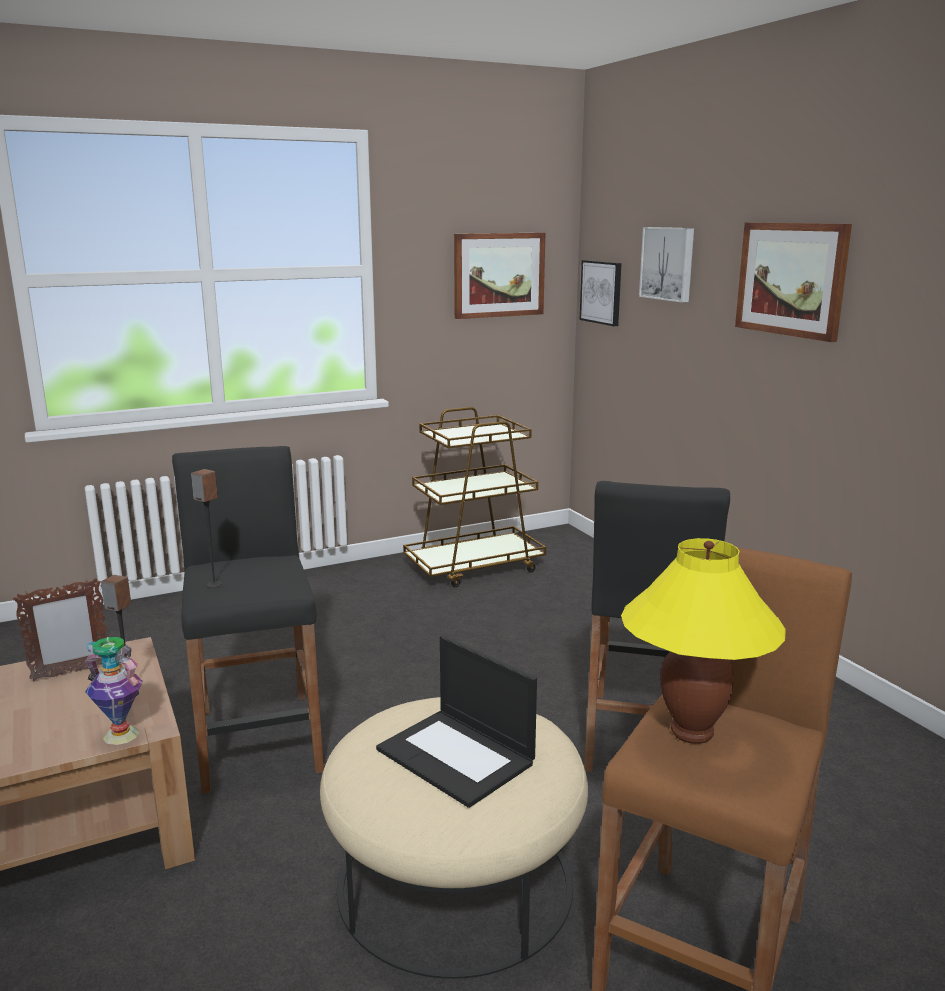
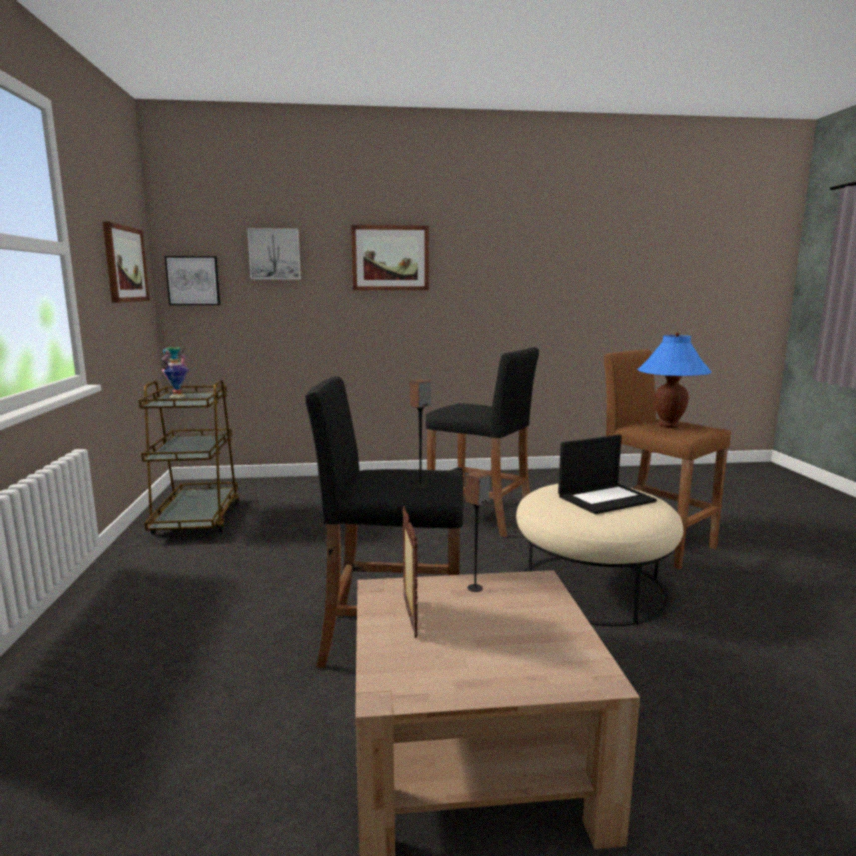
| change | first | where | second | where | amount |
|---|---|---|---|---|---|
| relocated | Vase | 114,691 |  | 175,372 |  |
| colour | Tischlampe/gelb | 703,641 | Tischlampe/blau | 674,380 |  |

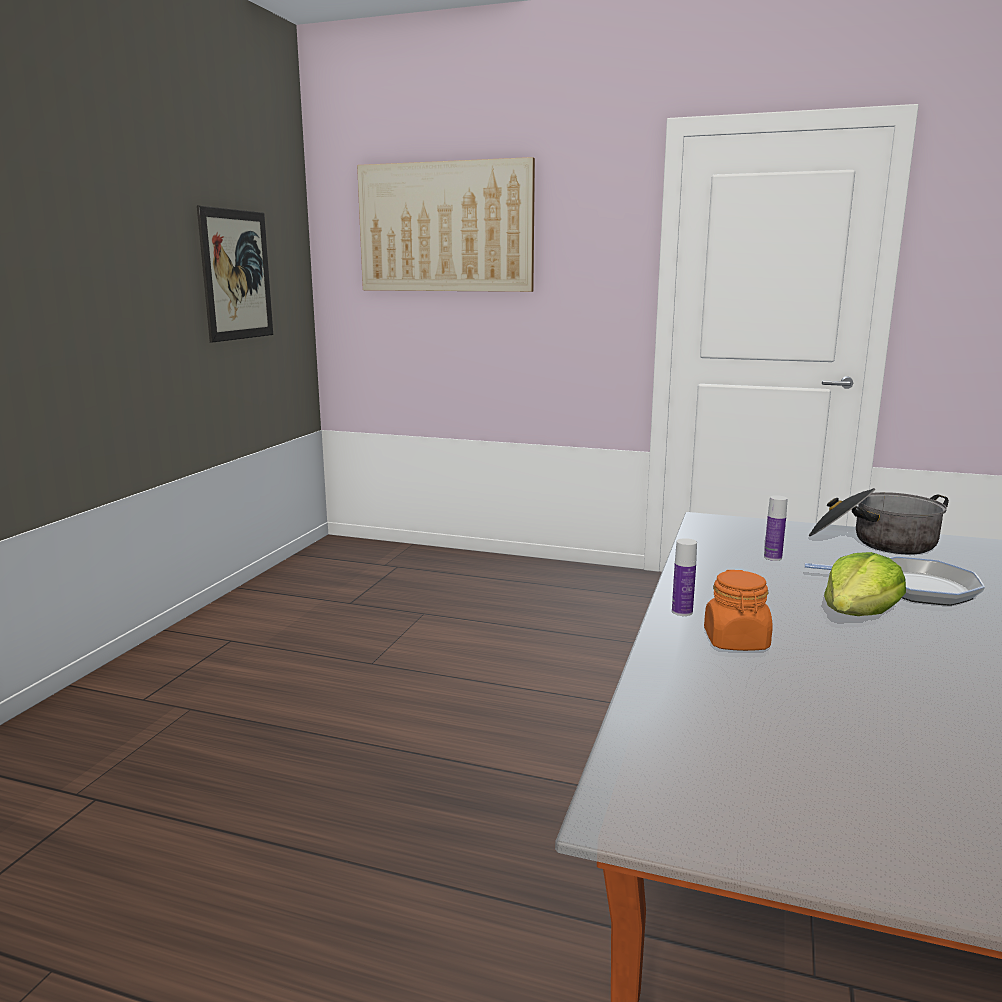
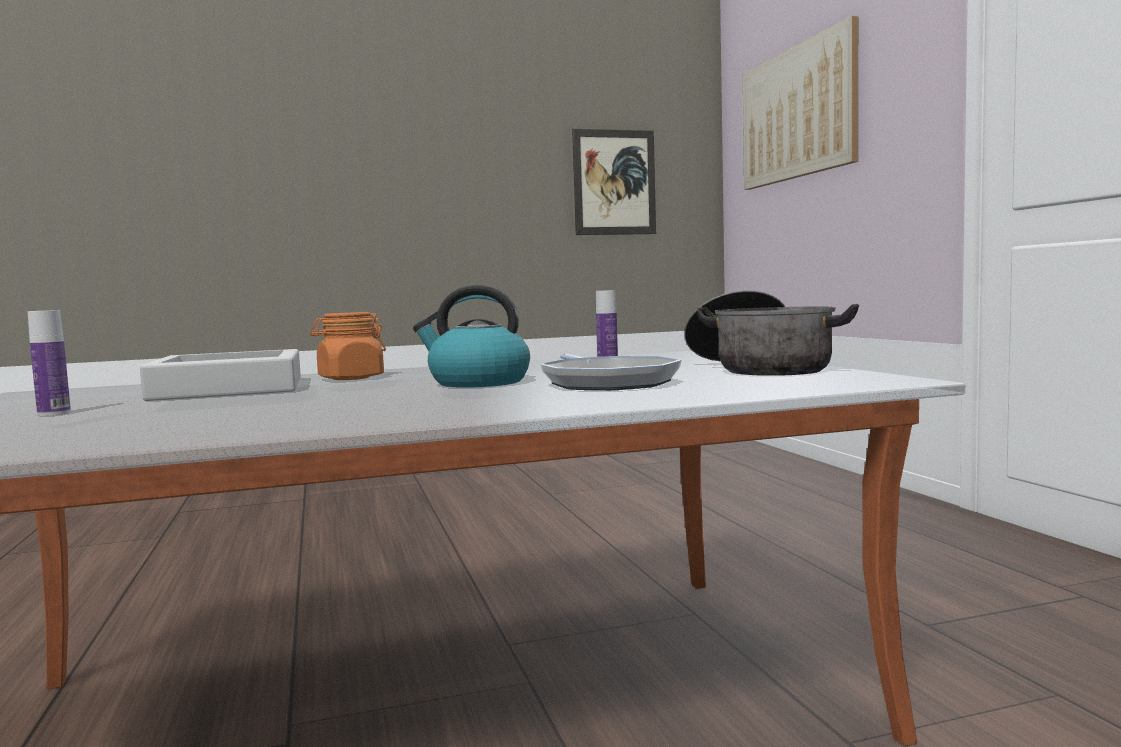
| change | first | where | second | where | amount |
|---|---|---|---|---|---|
| relocated | Flasche | 684,577 |  | 49,363 |  |
| appeared |  |  | Tablett/grau | 220,375 |  |
| exchanged | Salatkopf | 865,584 | Wasserkessel | 471,336 |  |

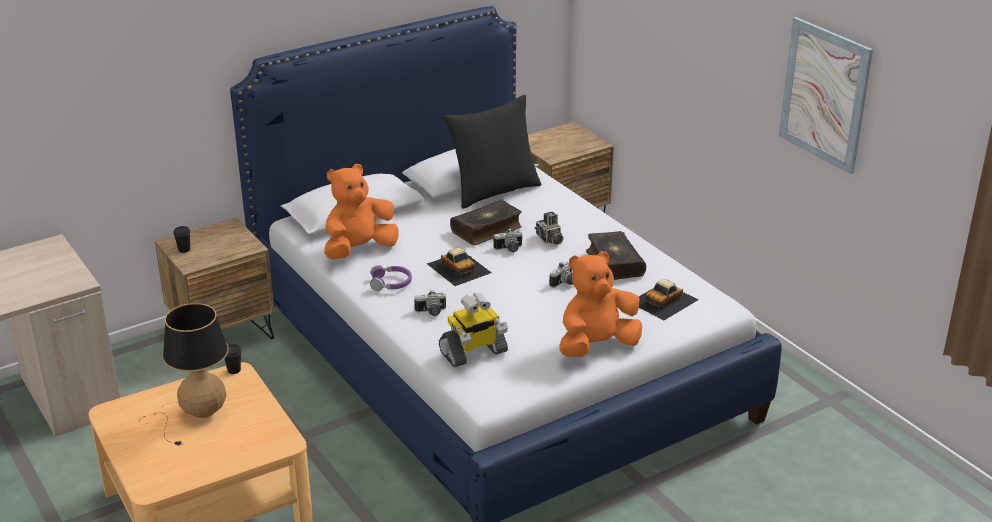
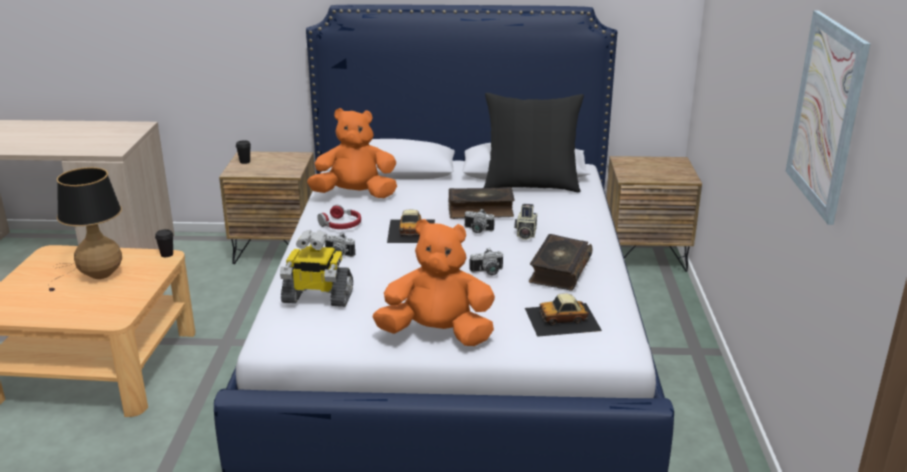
| change | first | where | second | where | amount |
|---|---|---|---|---|---|
| colour | Kopfhörer/lila | 391,278 | Kopfhörer/rot | 339,217 |  |

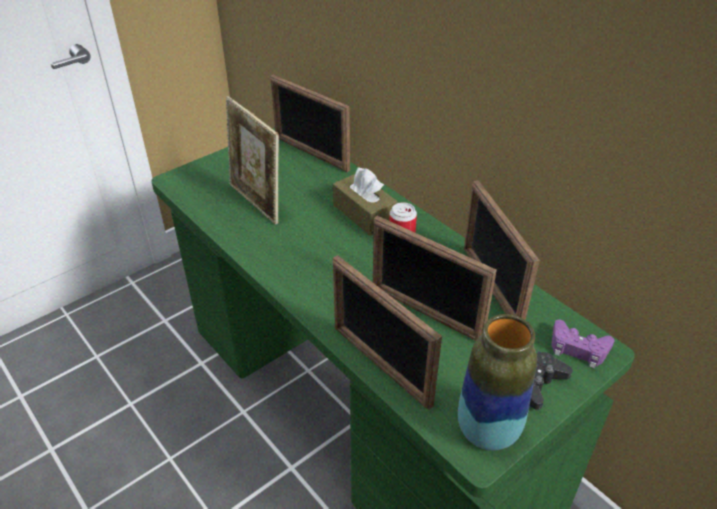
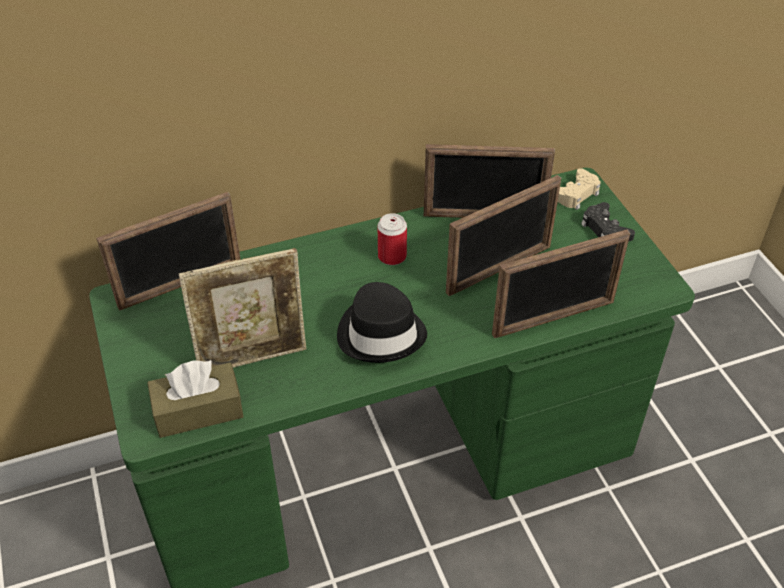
| change | first | where | second | where | amount |
|---|---|---|---|---|---|
| relocated | Taschentuchbox/braun | 365,202 |  | 195,399 |  |
| appeared |  |  | Hut/schwarz | 382,322 |  |
| colour | Gamepad/lila | 582,344 | Gamepad/beige | 579,189 |  |
| missing | Vase | 497,382 |  |  |  |

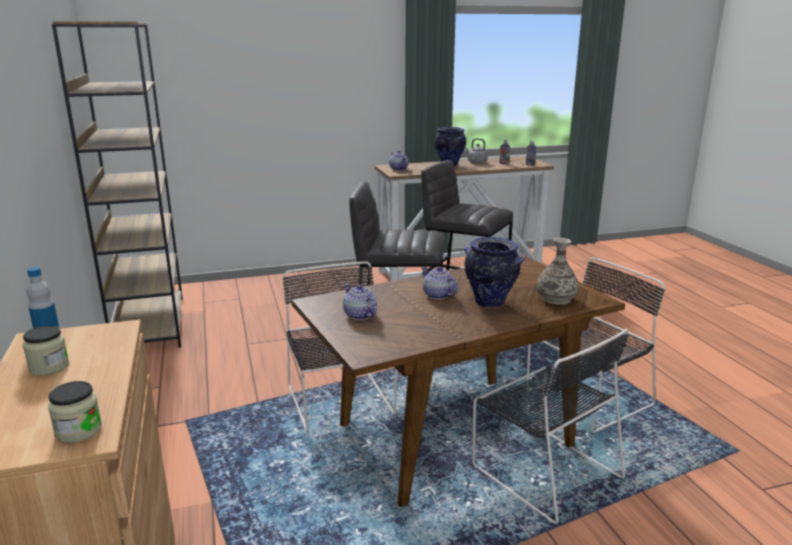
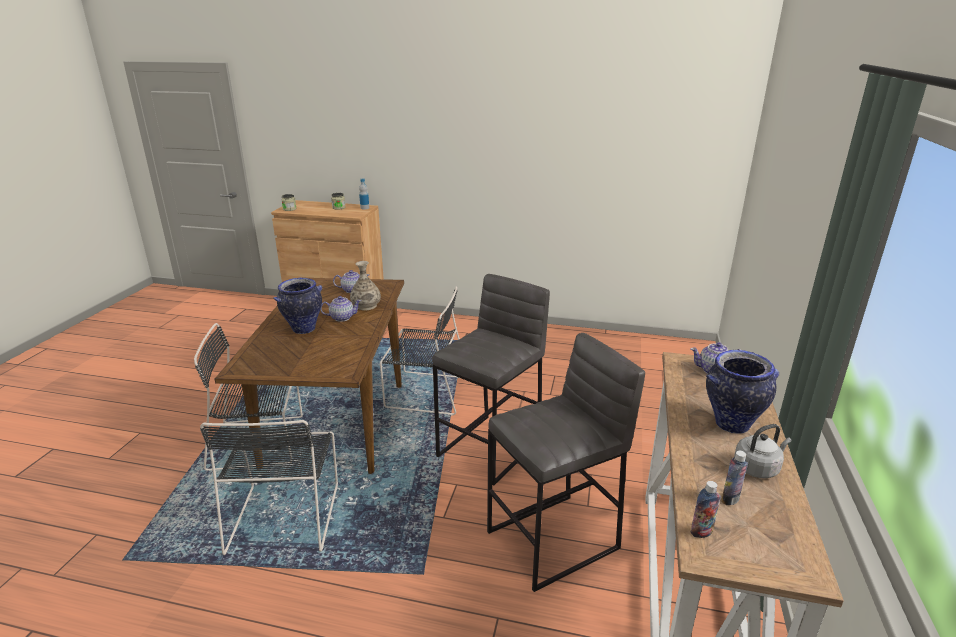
| change | first | where | second | where | amount |
|---|---|---|---|---|---|
| relocated | Vase | 557,271 |  | 365,286 |  |
| missing | Bücherregal/braun | 117,184 |  |  |  |

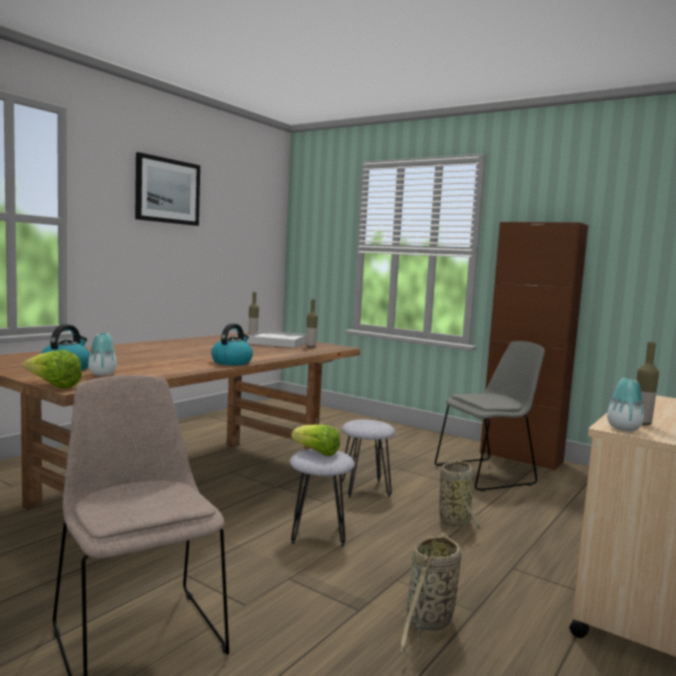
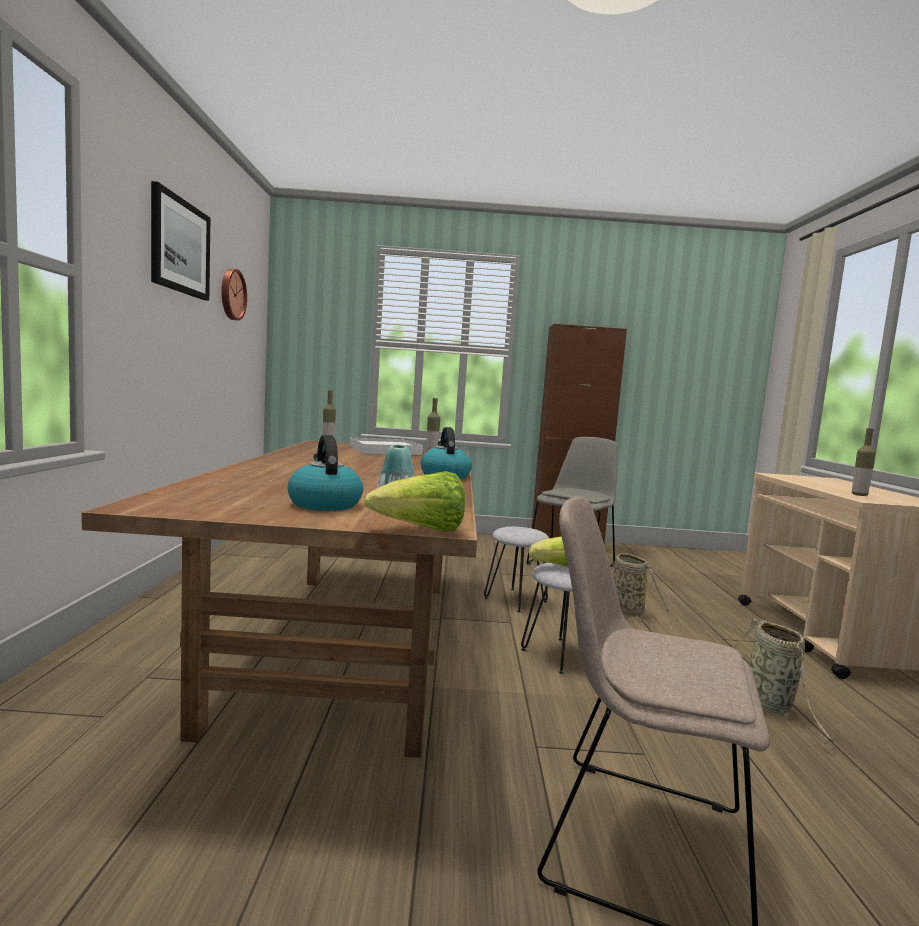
| change | first | where | second | where | amount |
|---|---|---|---|---|---|
| appeared |  |  | Wanduhr | 234,294 |  |
| missing | Vase | 625,404 |  |  |  |

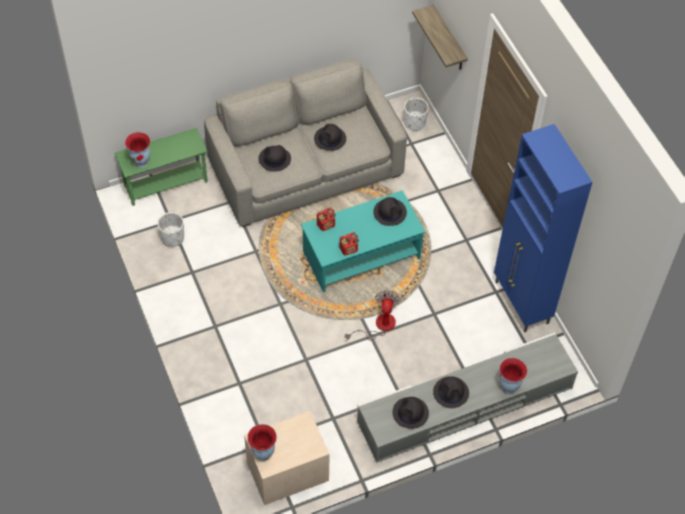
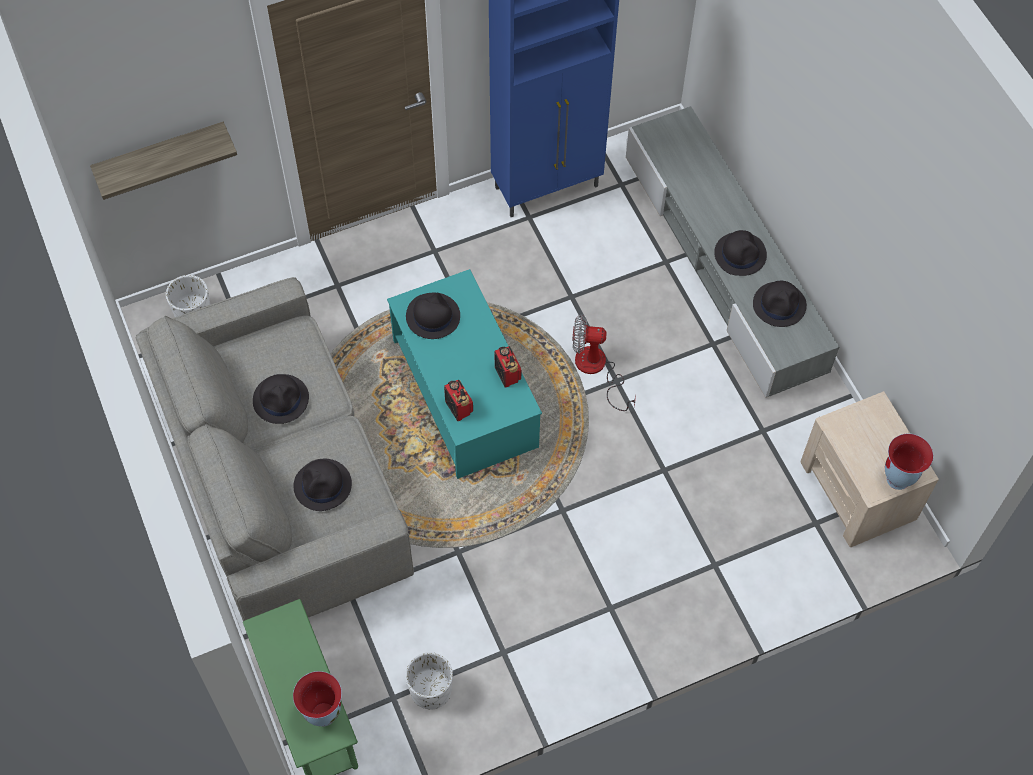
| change | first | where | second | where | amount |
|---|---|---|---|---|---|
| missing | Vase | 513,376 |  |  |  |

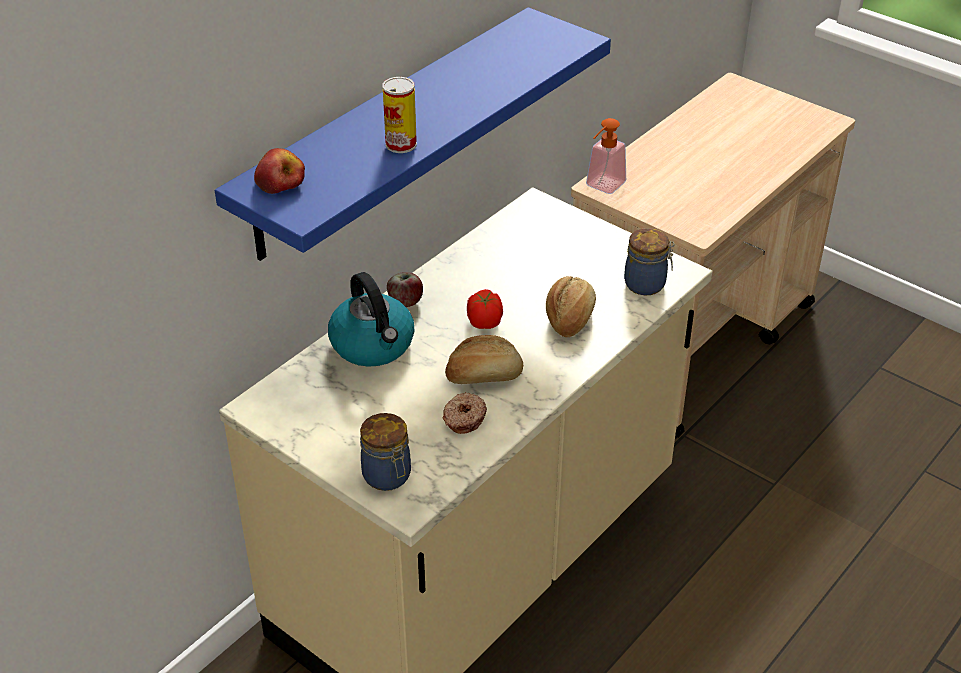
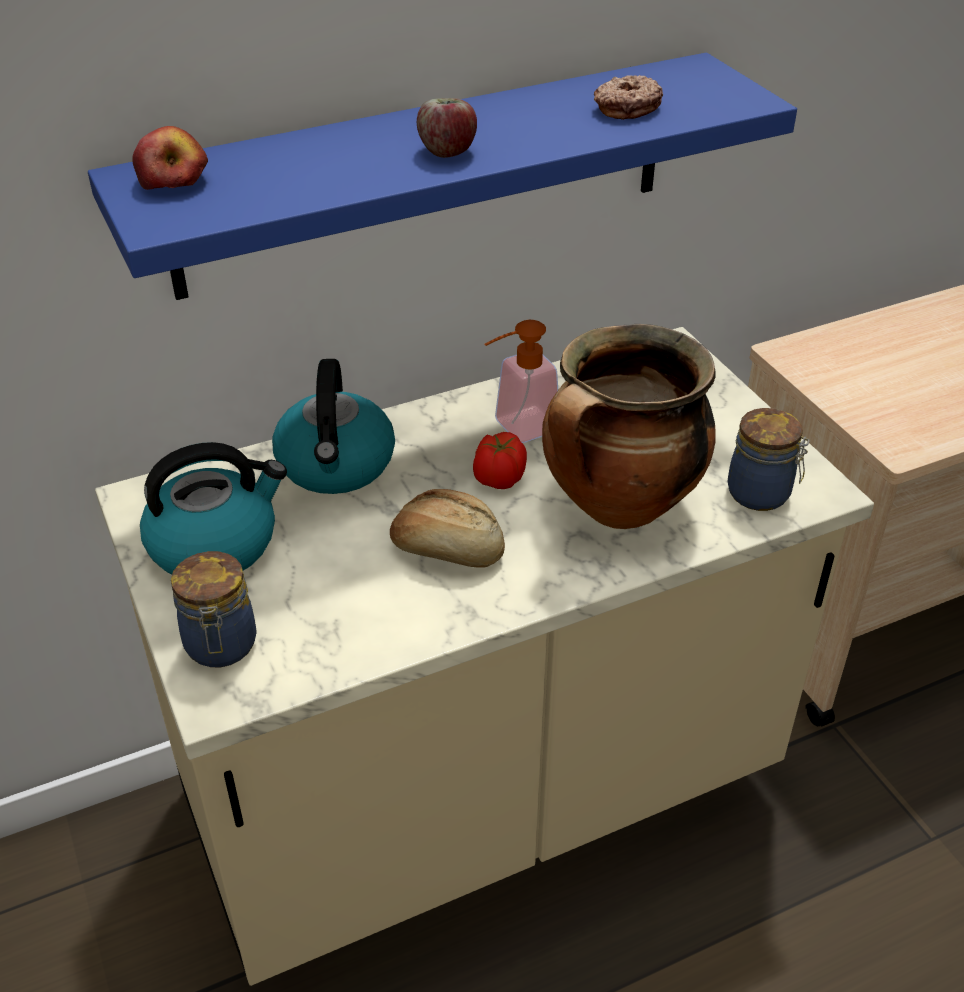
| change | first | where | second | where | amount |
|---|---|---|---|---|---|
| appeared |  |  | Wasserkessel | 213,508 |  |
| relocated | Apfel | 405,289 |  | 447,128 |  |
| relocated | Seifenspender | 606,156 |  | 521,381 |  |
| exchanged | Brot | 571,306 | Kochtopf | 629,426 |  |
| relocated | Donut | 465,413 |  | 628,97 |  |
| missing | Dose | 399,115 |  |  |  |

